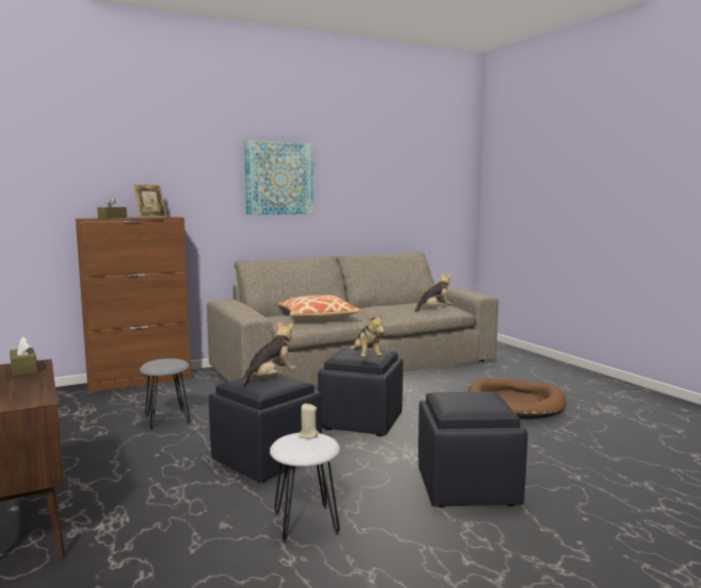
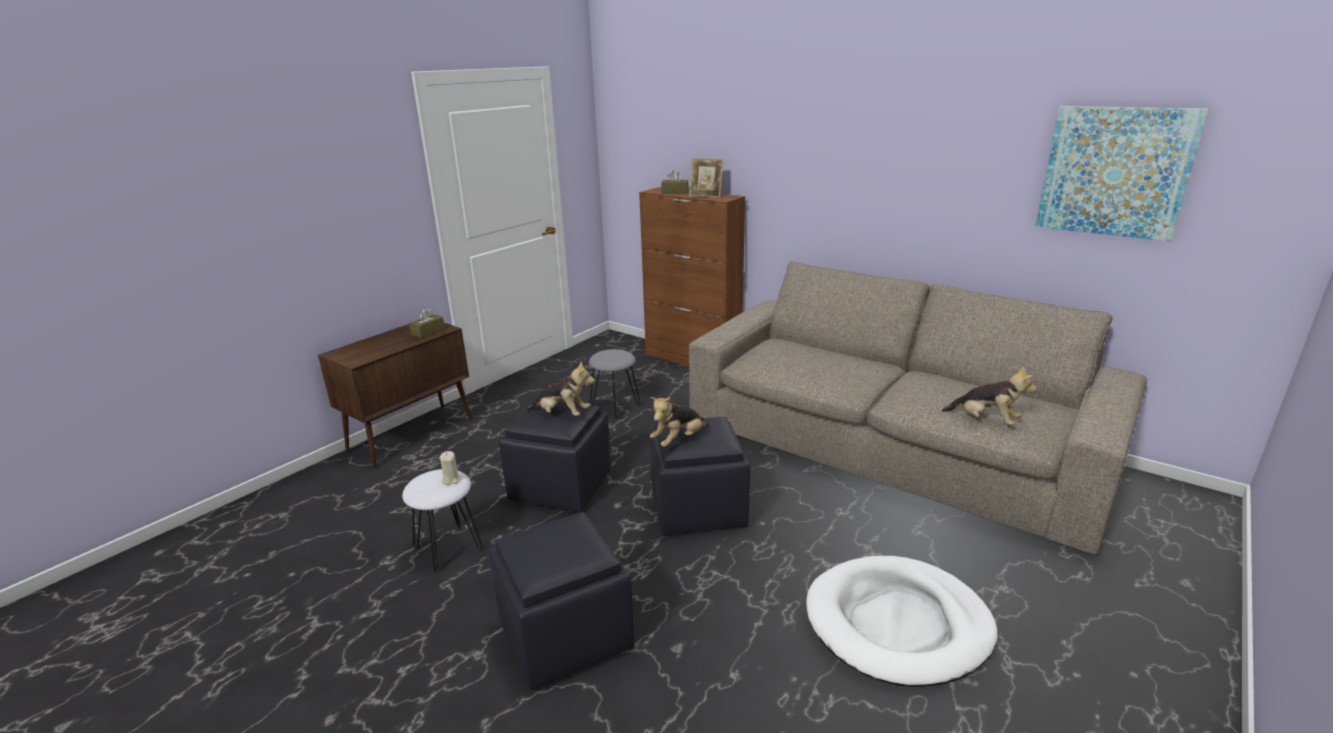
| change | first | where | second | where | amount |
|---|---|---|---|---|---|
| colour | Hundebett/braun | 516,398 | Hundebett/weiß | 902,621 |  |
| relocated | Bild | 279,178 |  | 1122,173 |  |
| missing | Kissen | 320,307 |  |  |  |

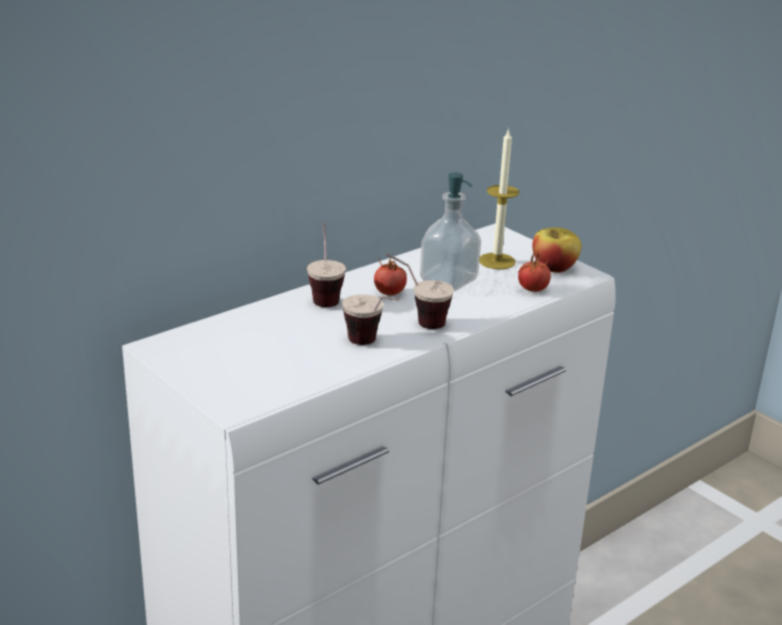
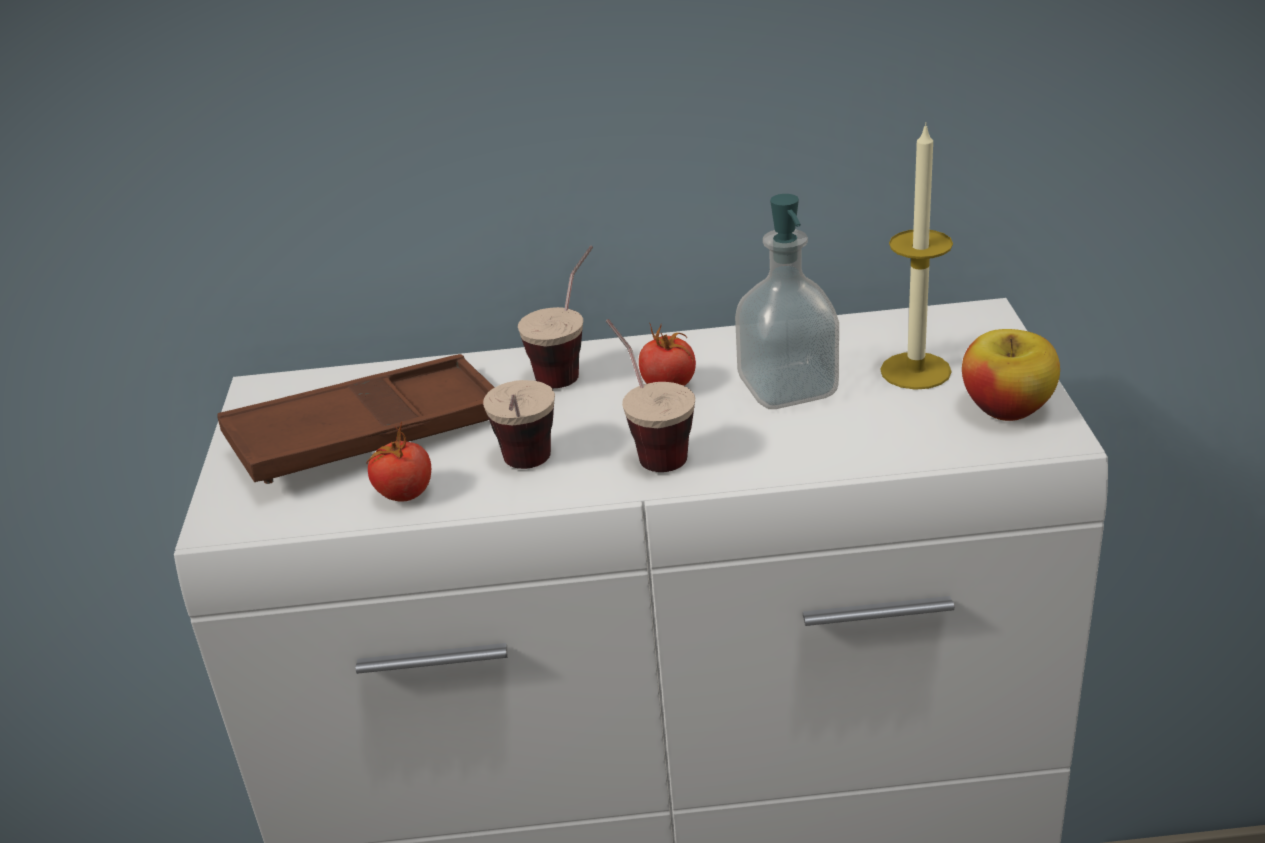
| change | first | where | second | where | amount |
|---|---|---|---|---|---|
| appeared |  |  | Tablett/braun | 356,419 |  |
| relocated | Tomate | 534,271 |  | 398,461 |  |

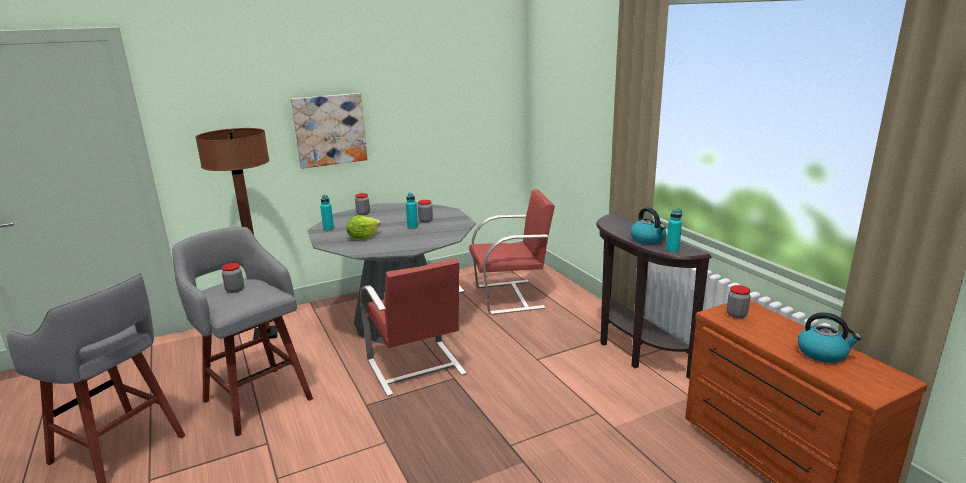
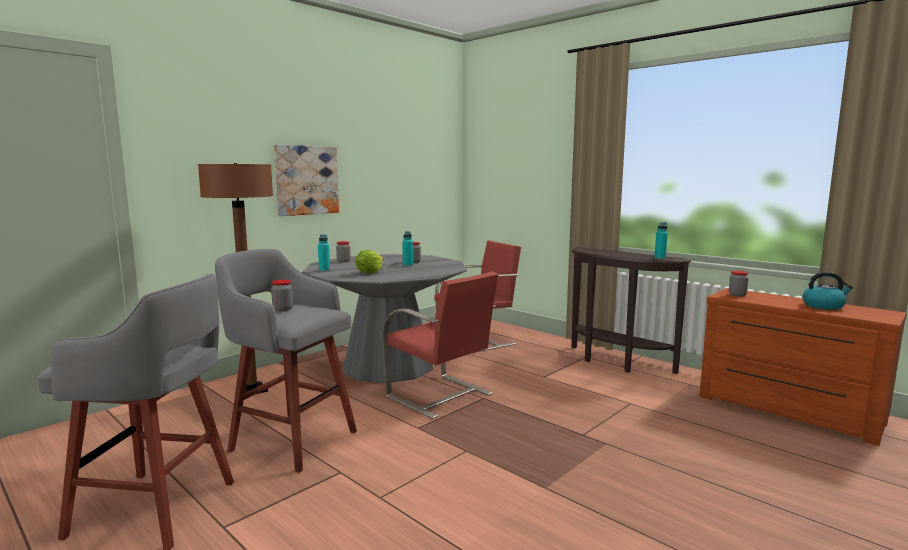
| change | first | where | second | where | amount |
|---|---|---|---|---|---|
| missing | Wasserkessel | 648,225 |  |  |  |

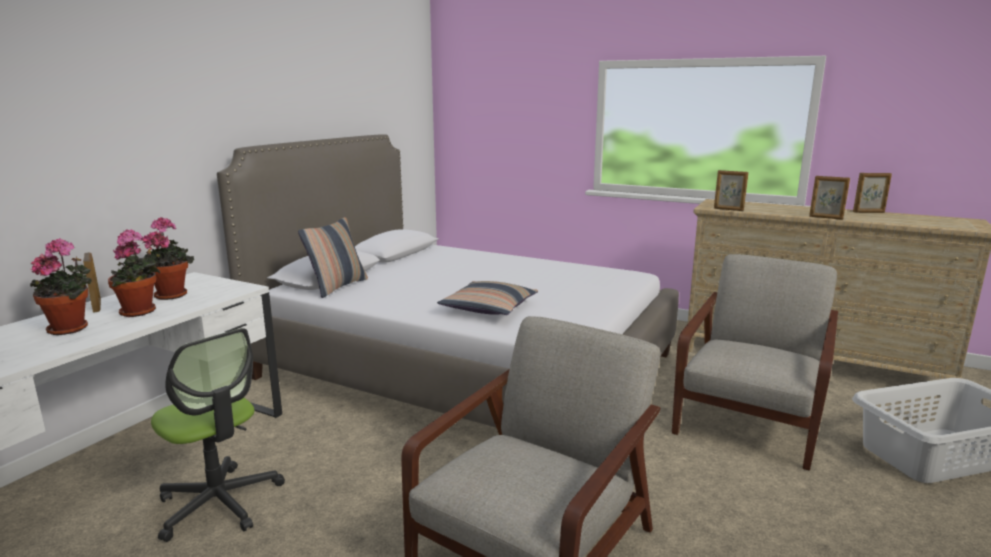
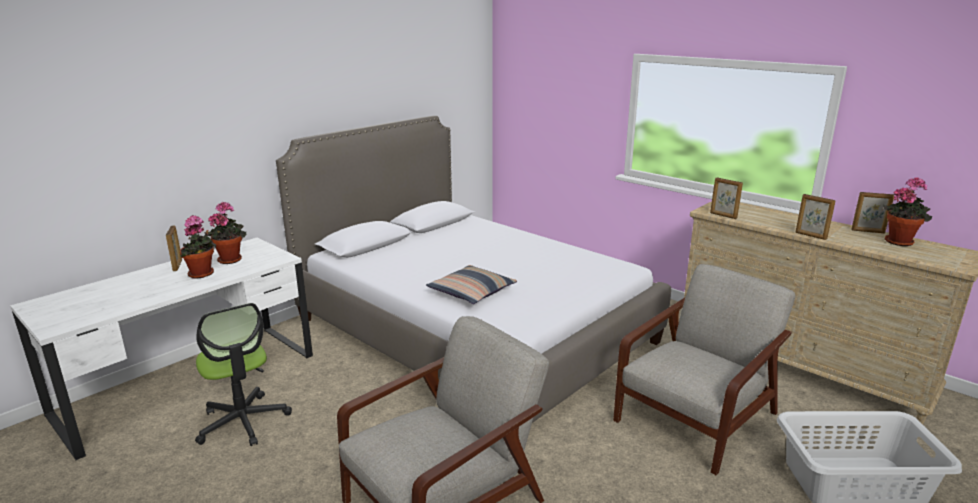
| change | first | where | second | where | amount |
|---|---|---|---|---|---|
| relocated | Topfpflanze | 61,286 |  | 907,211 |  |
| missing | Kissen | 333,257 |  |  |  |

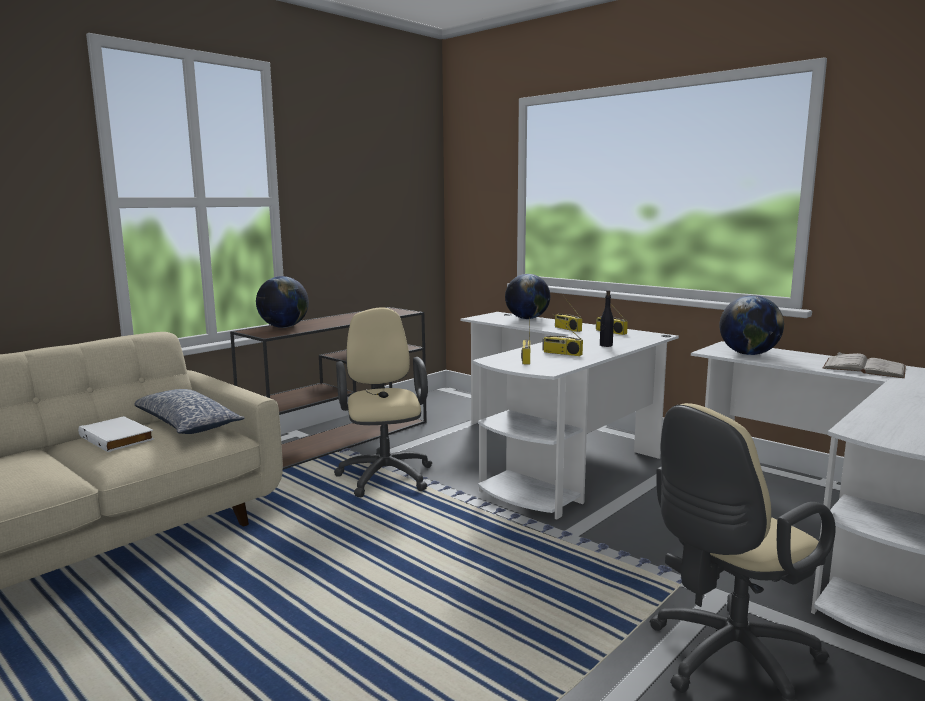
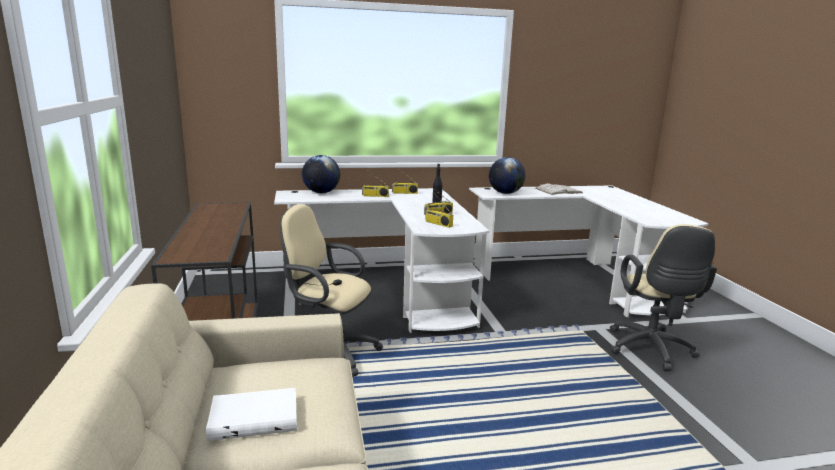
| change | first | where | second | where | amount |
|---|---|---|---|---|---|
| missing | Kissen | 189,411 |  |  |  |
| missing | Globus | 282,302 |  |  |  |

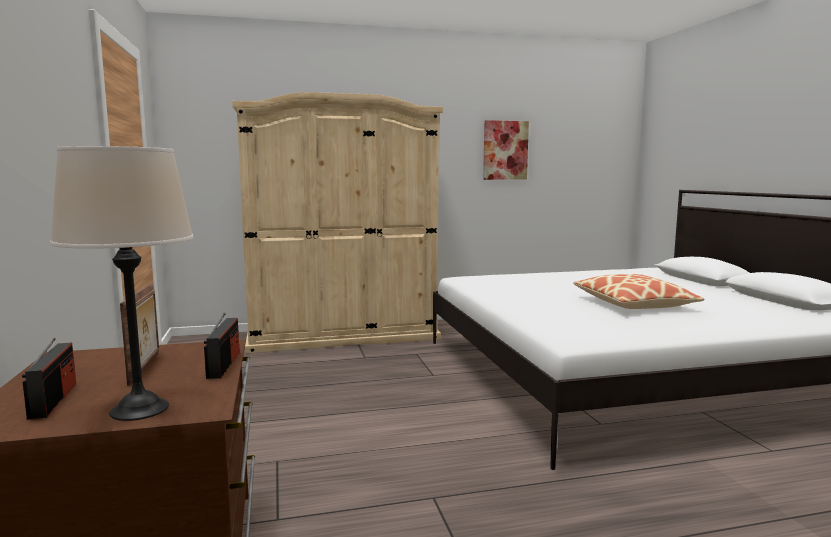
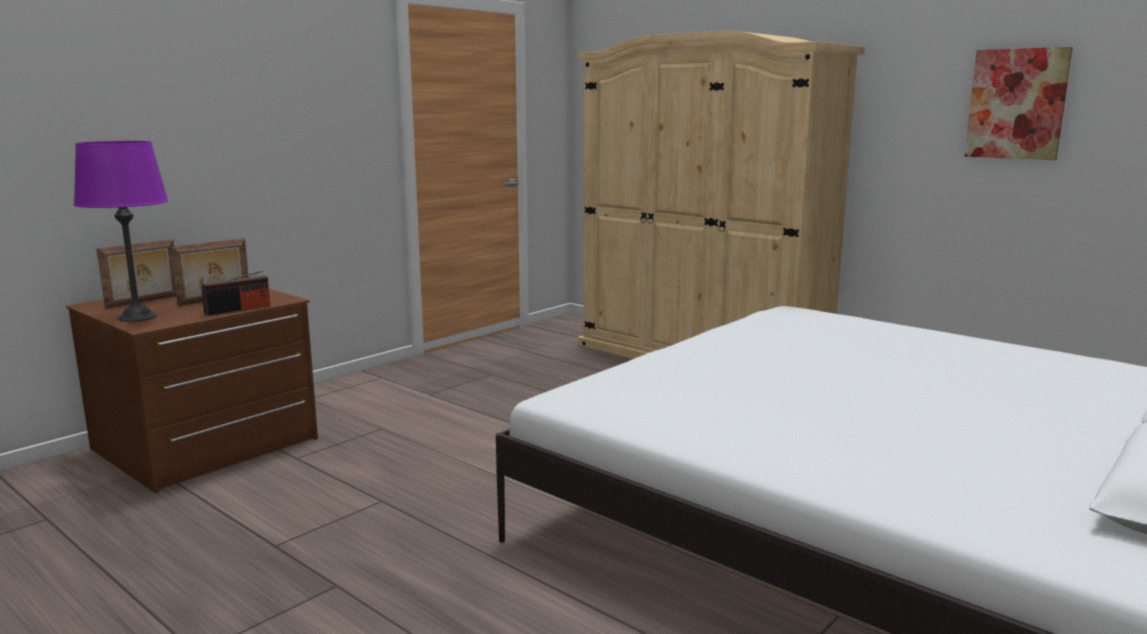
| change | first | where | second | where | amount |
|---|---|---|---|---|---|
| colour | Tischlampe/beige | 122,283 | Tischlampe/lila | 121,231 |  |
| exchanged | Radio | 49,379 | Bilderrahmen | 136,274 |  |
| missing | Kissen | 639,291 |  |  |  |

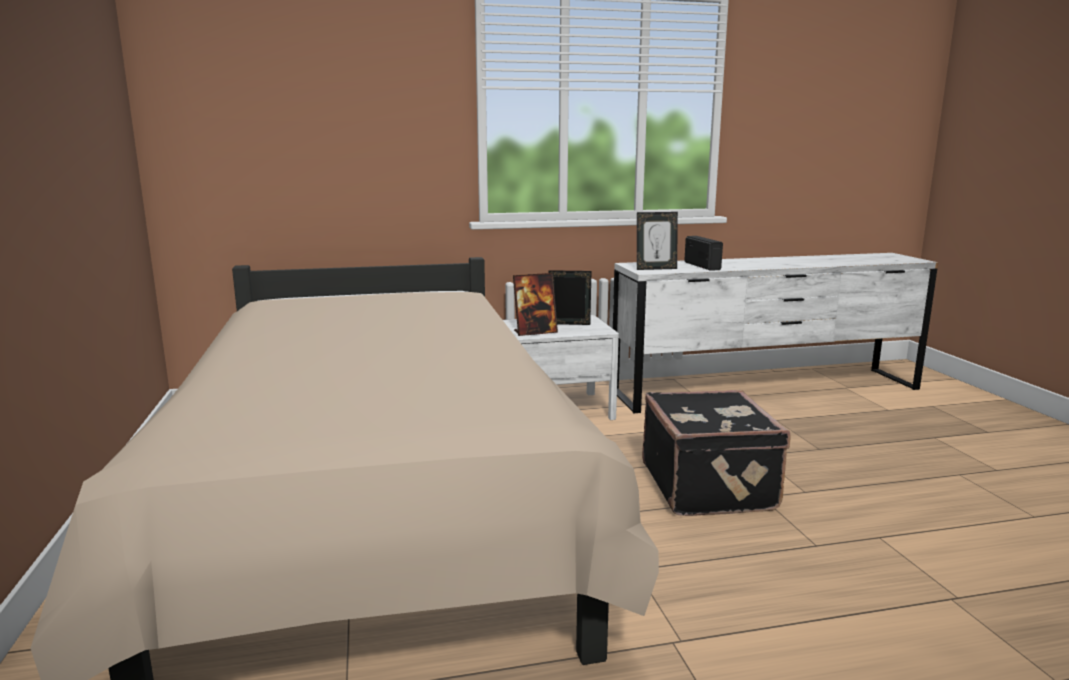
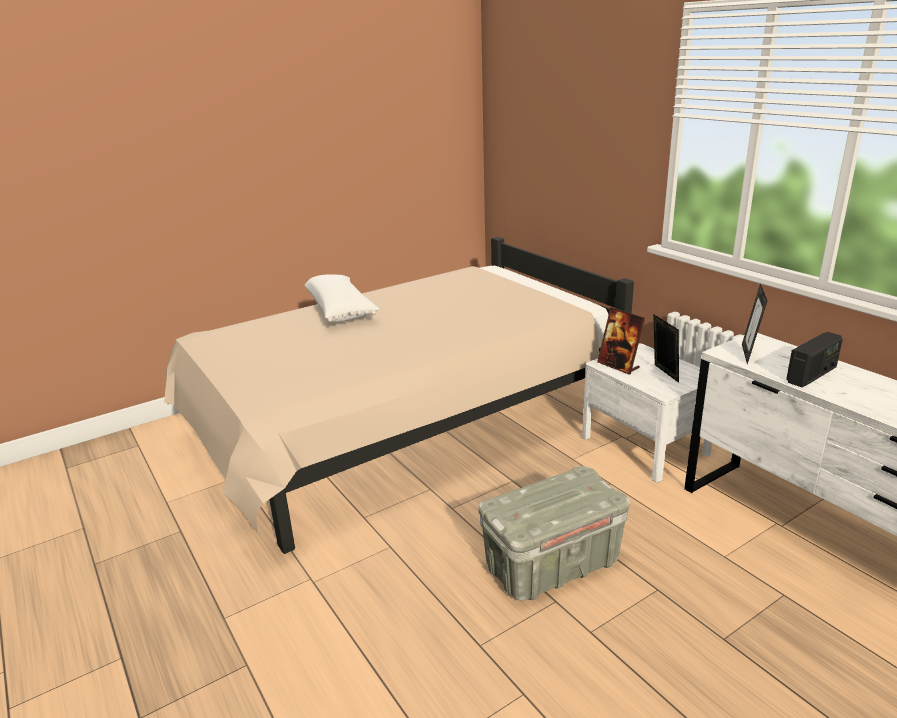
| change | first | where | second | where | amount |
|---|---|---|---|---|---|
| appeared |  |  | Kissen/weiß | 342,298 |  |
| exchanged | Koffer/schwarz | 716,453 | Aufbewahrungsbox/grau | 554,533 |  |
| spun | Bilderrahmen | 657,241 |  | 754,324 | 45 degrees clockwise |

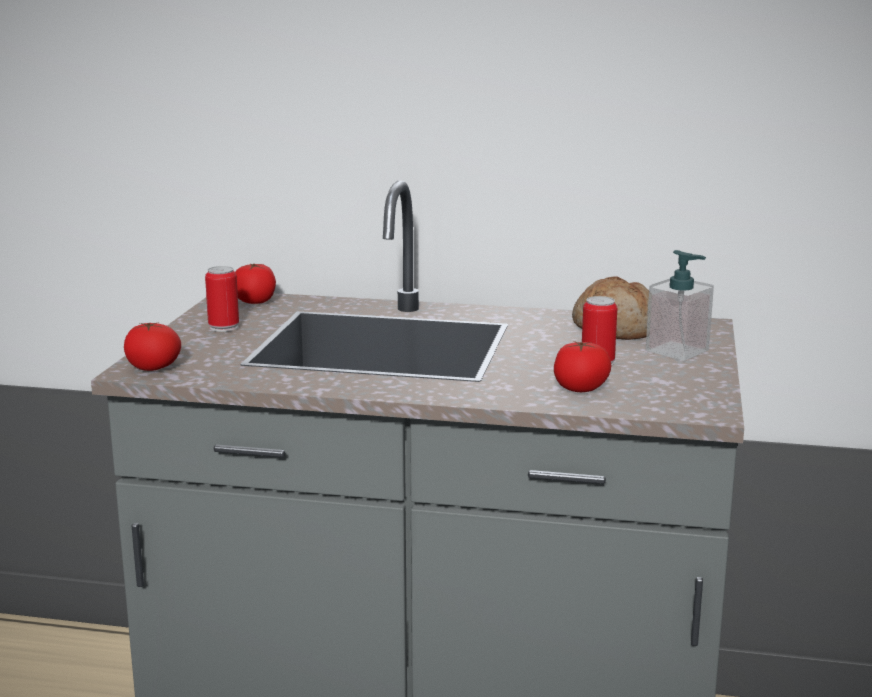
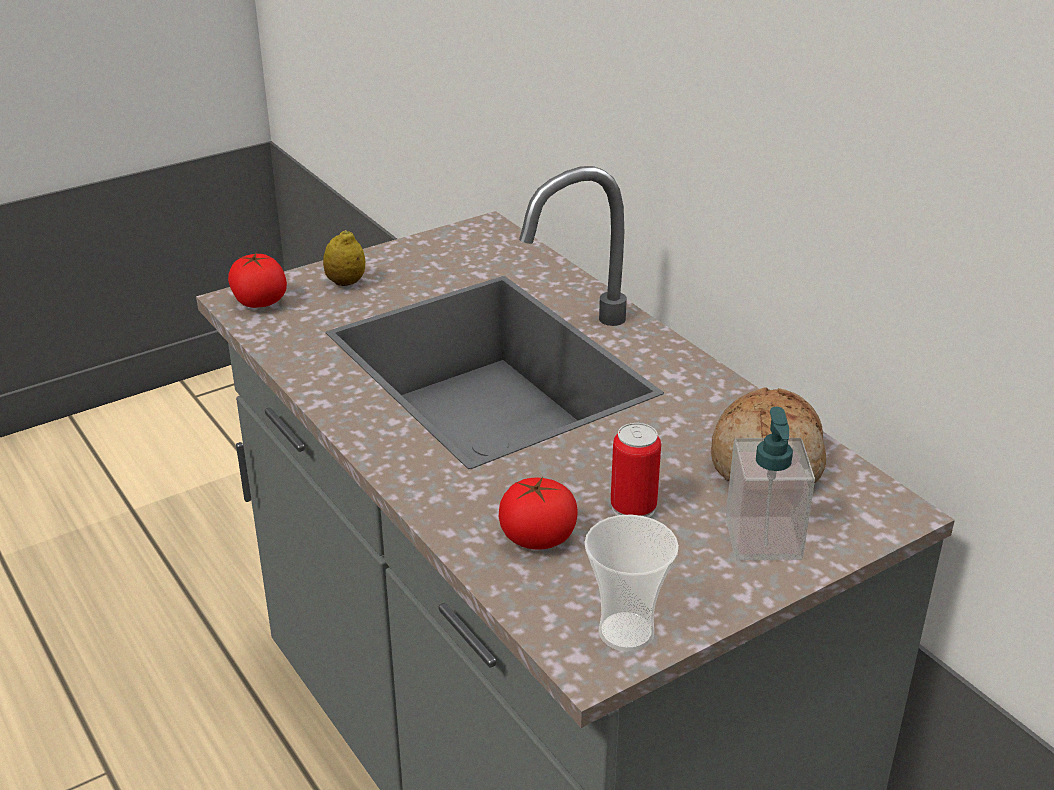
| change | first | where | second | where | amount |
|---|---|---|---|---|---|
| appeared |  |  | Zitrone | 344,258 |  |
| appeared |  |  | Tasse | 631,583 |  |
| missing | Dose | 222,299 |  |  |  |
| missing | Tomate | 255,284 |  |  |  |

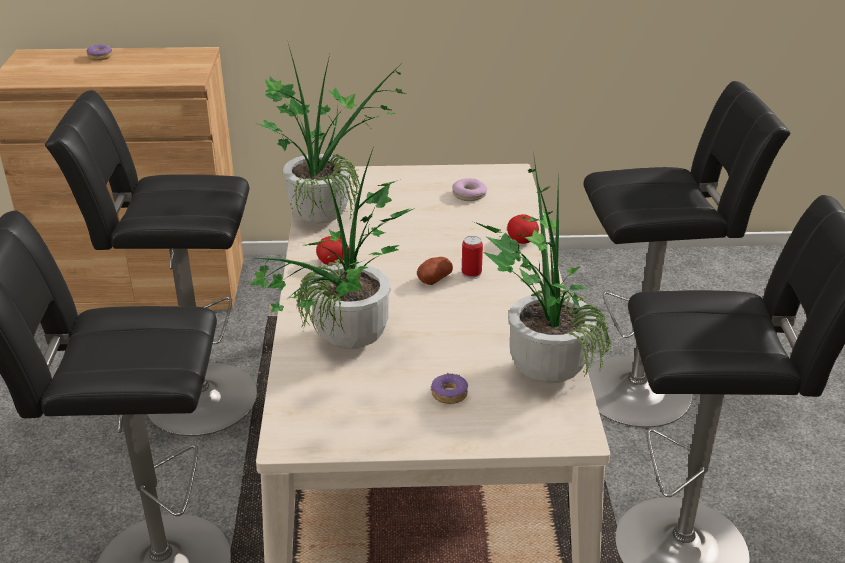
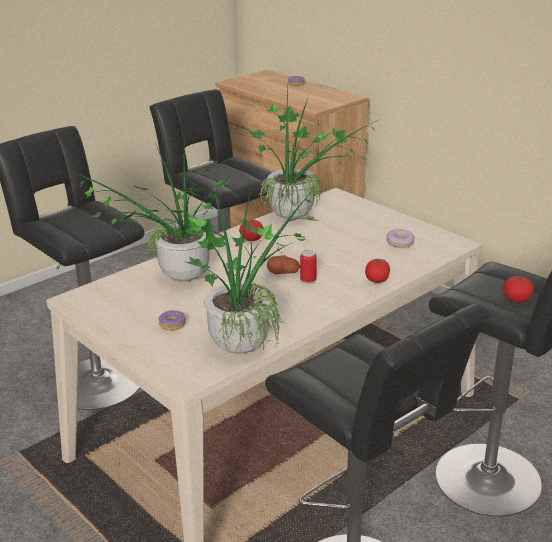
| change | first | where | second | where | amount |
|---|---|---|---|---|---|
| appeared |  |  | Tomate | 518,288 |  |

